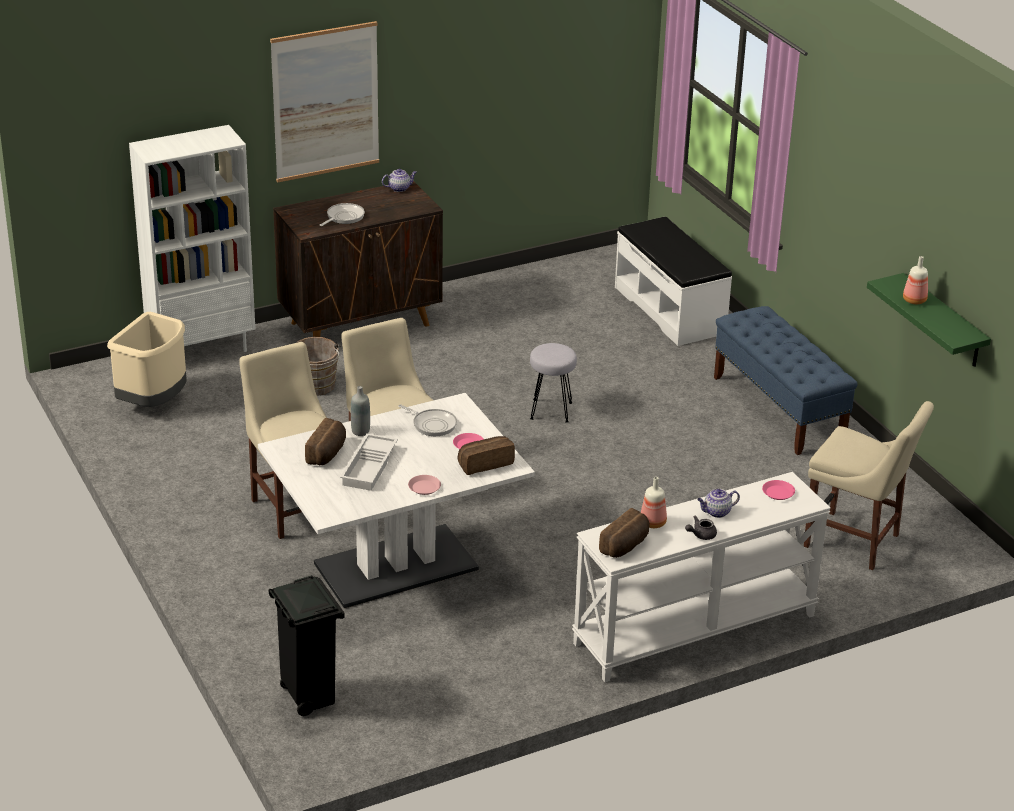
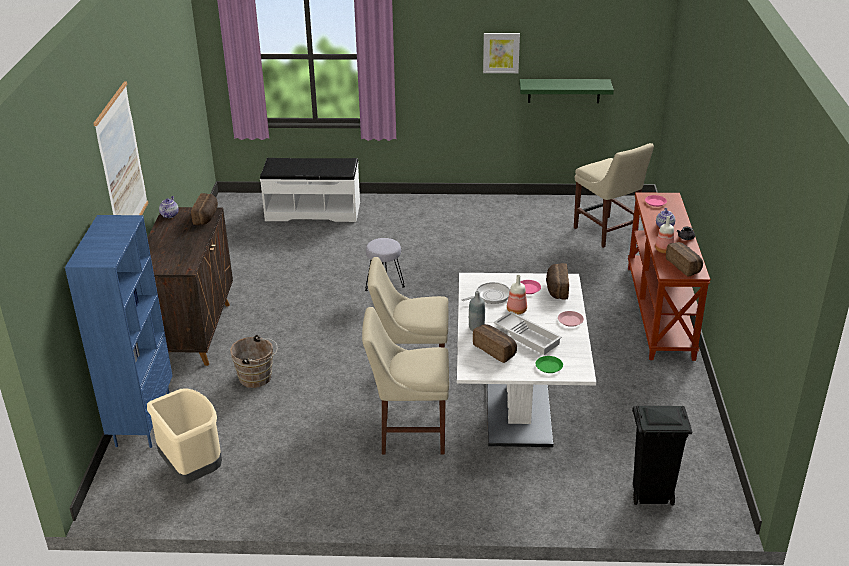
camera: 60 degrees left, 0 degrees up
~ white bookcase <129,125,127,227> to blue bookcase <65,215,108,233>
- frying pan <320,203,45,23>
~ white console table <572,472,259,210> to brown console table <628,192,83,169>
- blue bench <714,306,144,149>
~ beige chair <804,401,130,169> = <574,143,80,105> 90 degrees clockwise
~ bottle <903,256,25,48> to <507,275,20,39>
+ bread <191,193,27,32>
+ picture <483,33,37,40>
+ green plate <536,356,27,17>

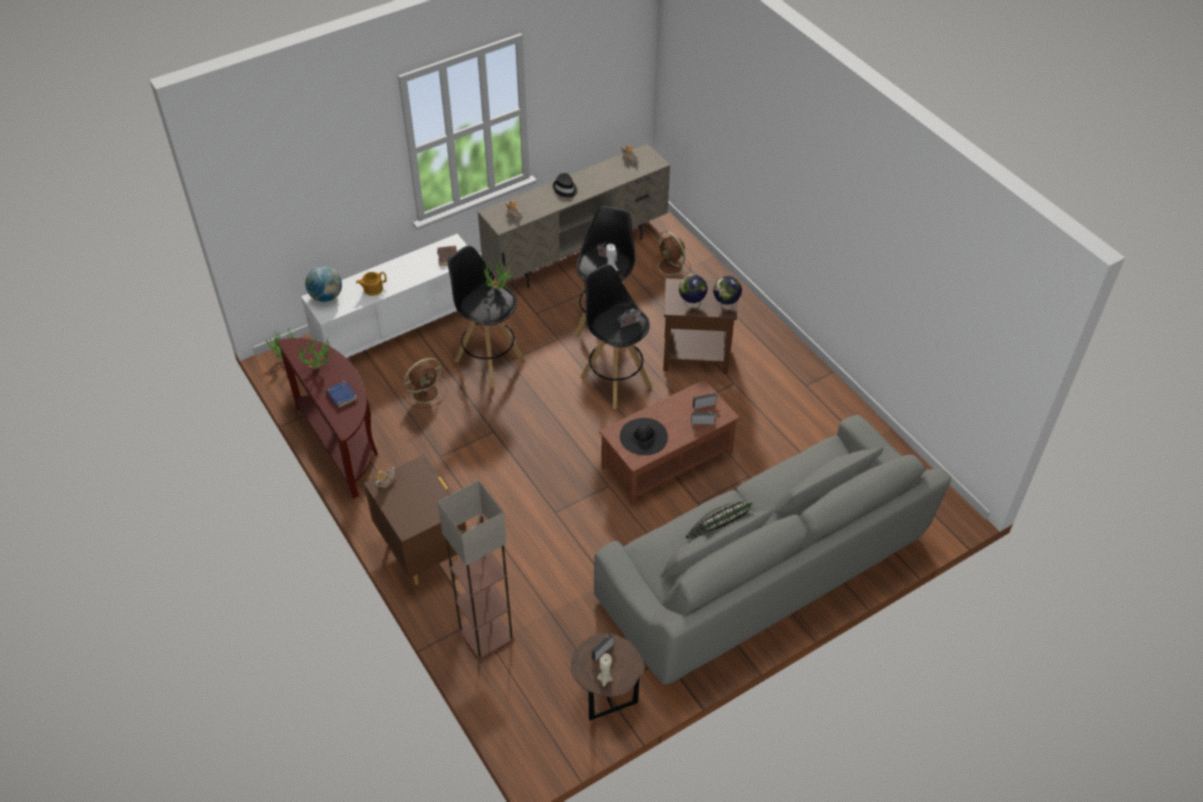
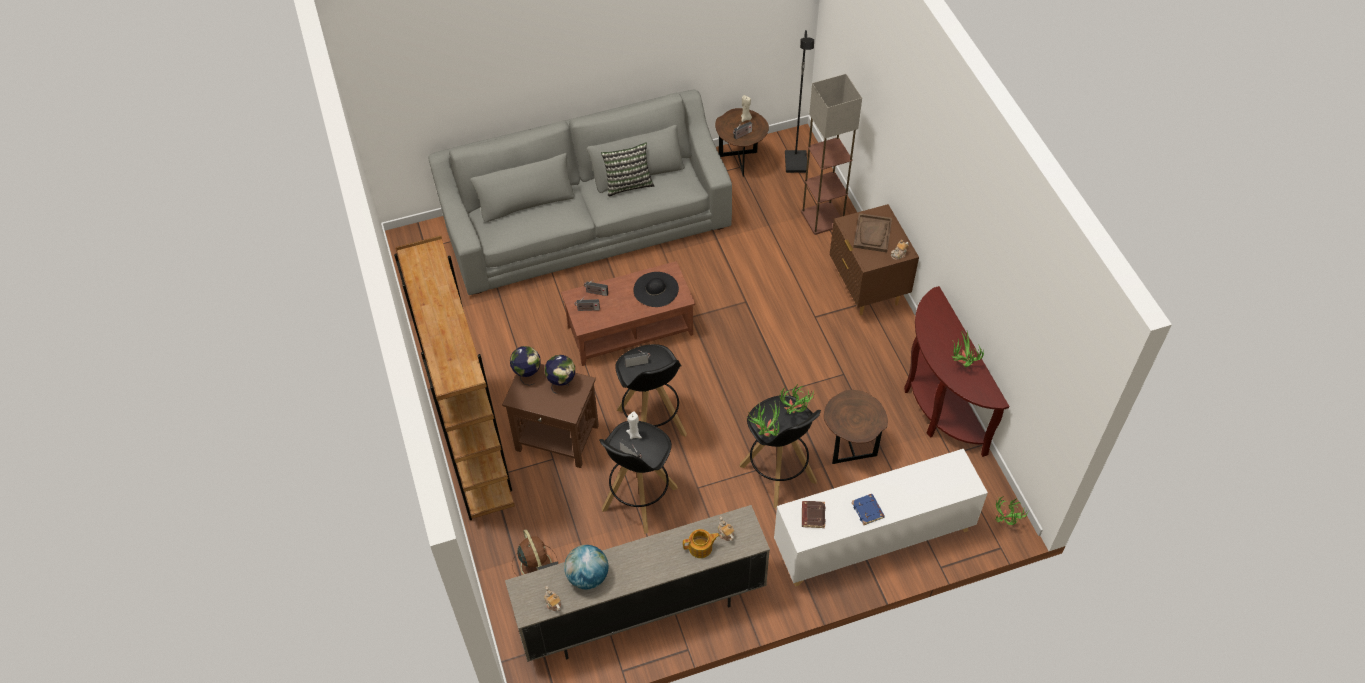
camera: 165 degrees left, 5 degrees up
~ globe <305,266,37,36> to <564,545,44,44>
~ blue book <326,381,31,27> to <852,494,33,31>
~ teapot <356,272,31,24> to <683,529,37,29>
~ brown fan <403,358,44,50> to brown side table <824,390,64,74>
- black hat <553,173,25,24>
+ brown bookcase <394,236,121,284>
+ potted plant <780,384,34,30>
+ black floor lamp <785,30,29,143>
+ brown tray <853,213,39,39>

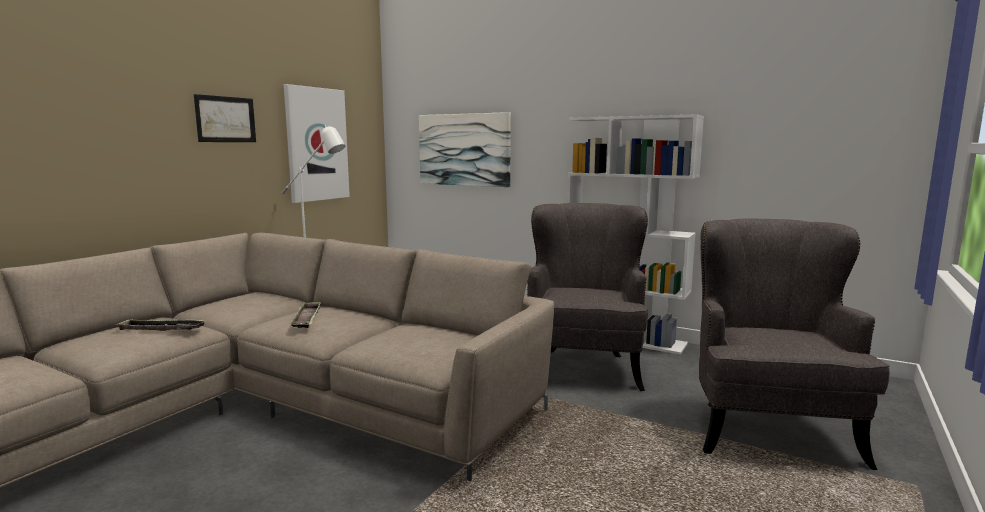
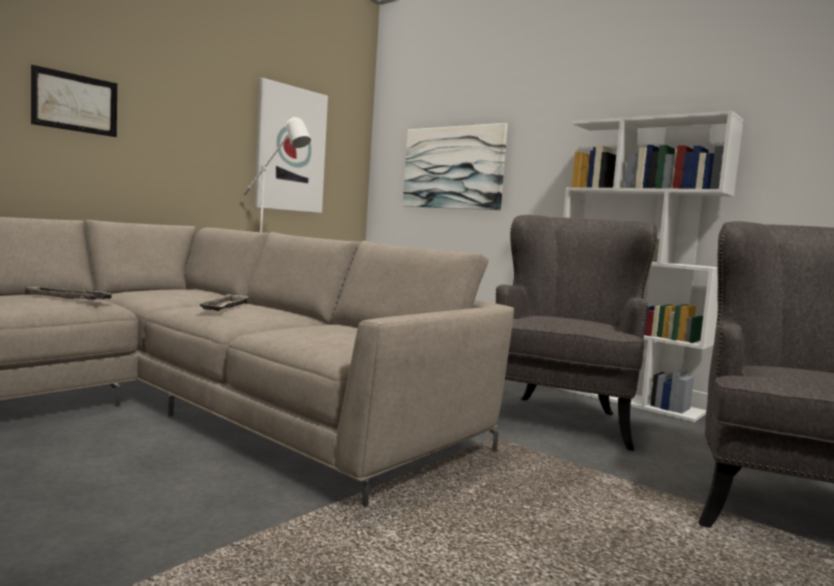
camera: 10 degrees right, 5 degrees down
~ picture <194,94,62,48> to <31,65,86,72>

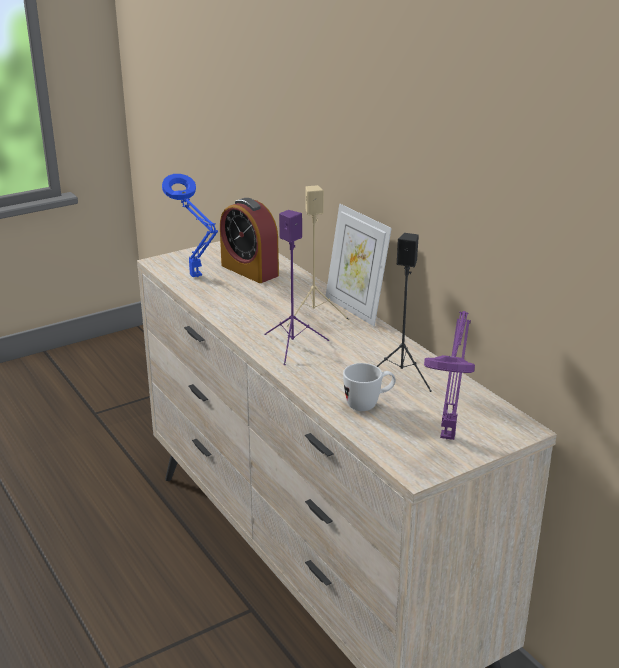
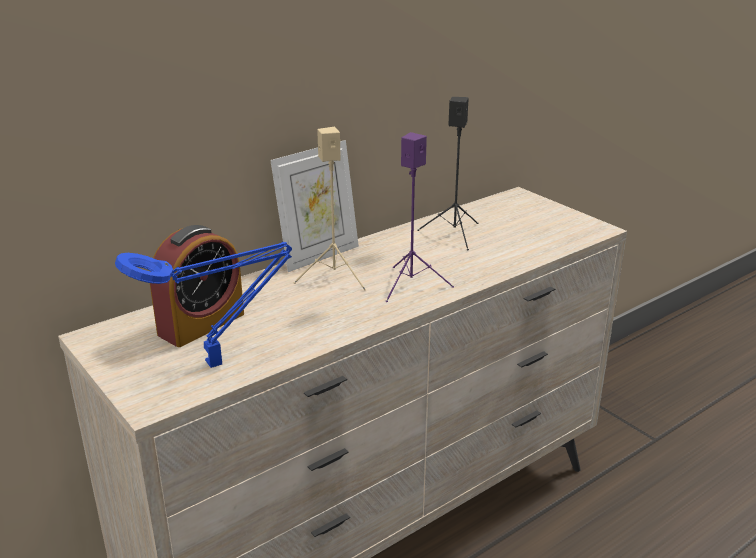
camera: 95 degrees left, 0 degrees up
- white mug <343,363,53,48>
- purple table lamp <424,311,51,129>

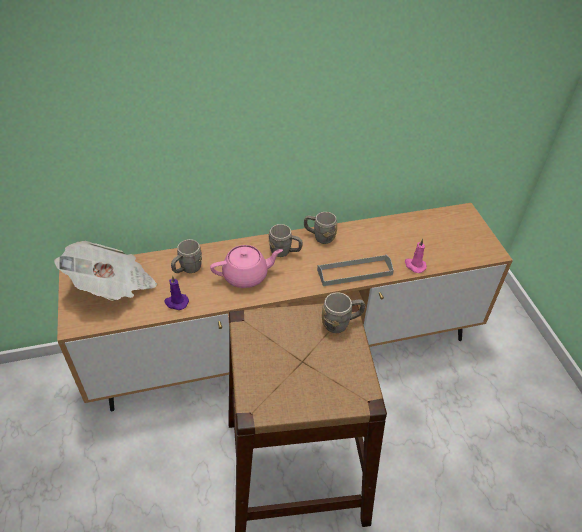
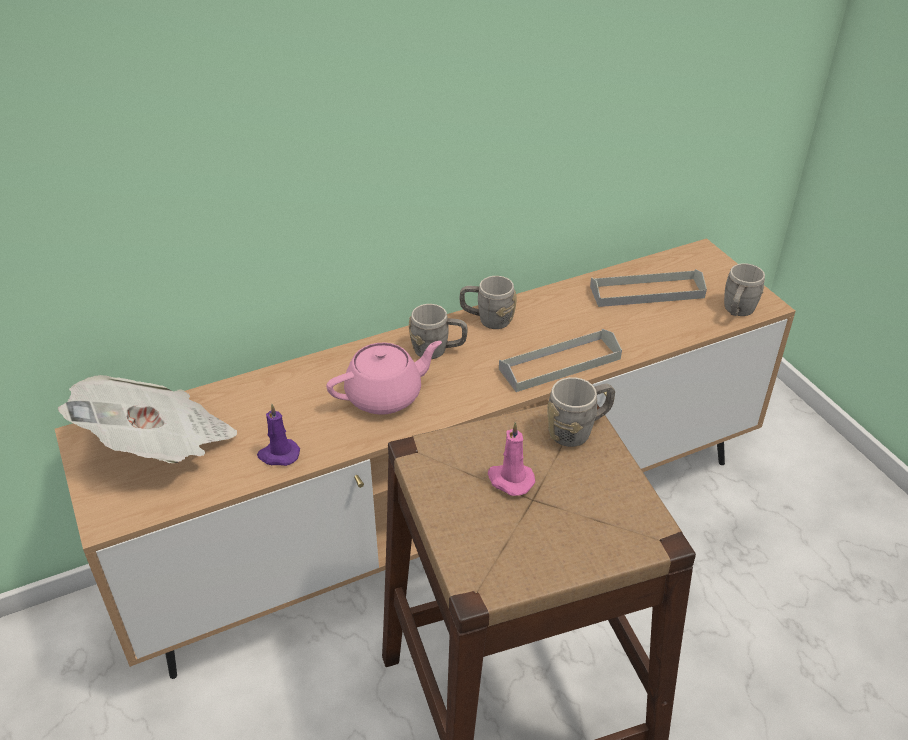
camera: 10 degrees left, 5 degrees down
~ grey mug <171,239,31,34> to <724,263,41,53>
~ pink candle <405,239,22,34> to <488,422,47,74>
+ grey tray <590,269,117,38>

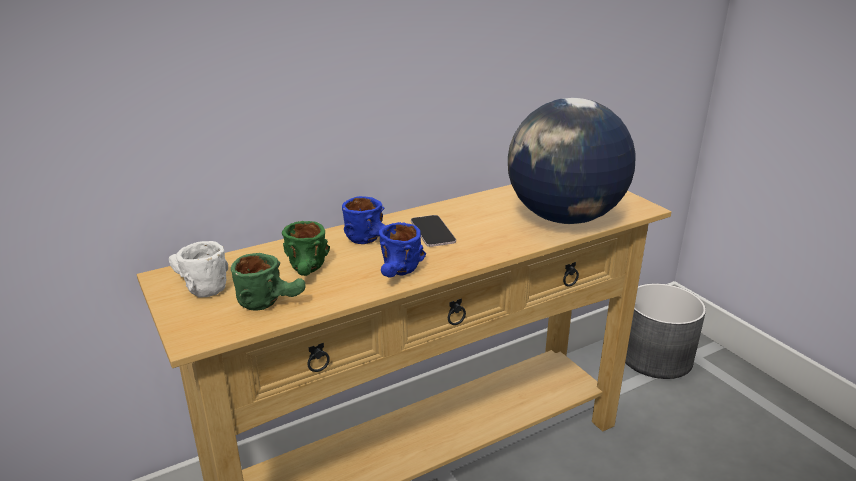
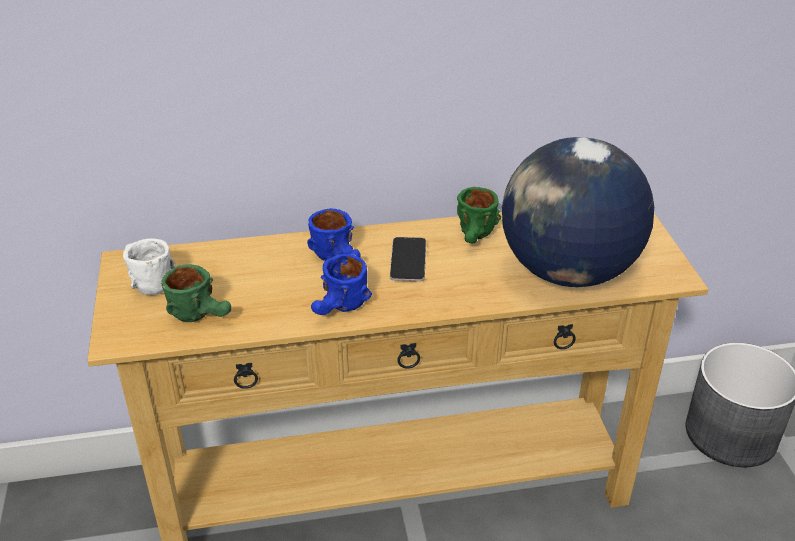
camera: 20 degrees right, 10 degrees up
~ green mug <282,221,48,55> to <457,187,44,57>

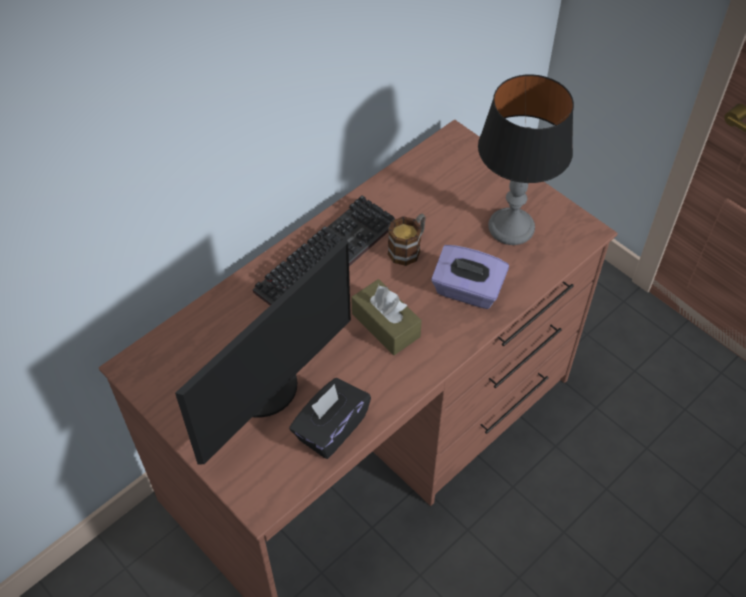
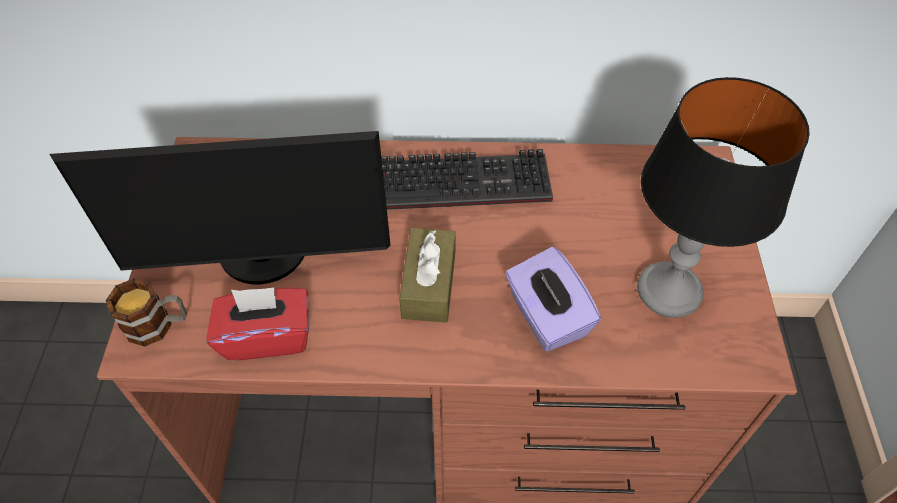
camera: 45 degrees right, 0 degrees up
~ black tissue box <289,378,82,81> to red tissue box <206,287,103,74>
~ mug <388,214,38,52> to <106,278,81,69>

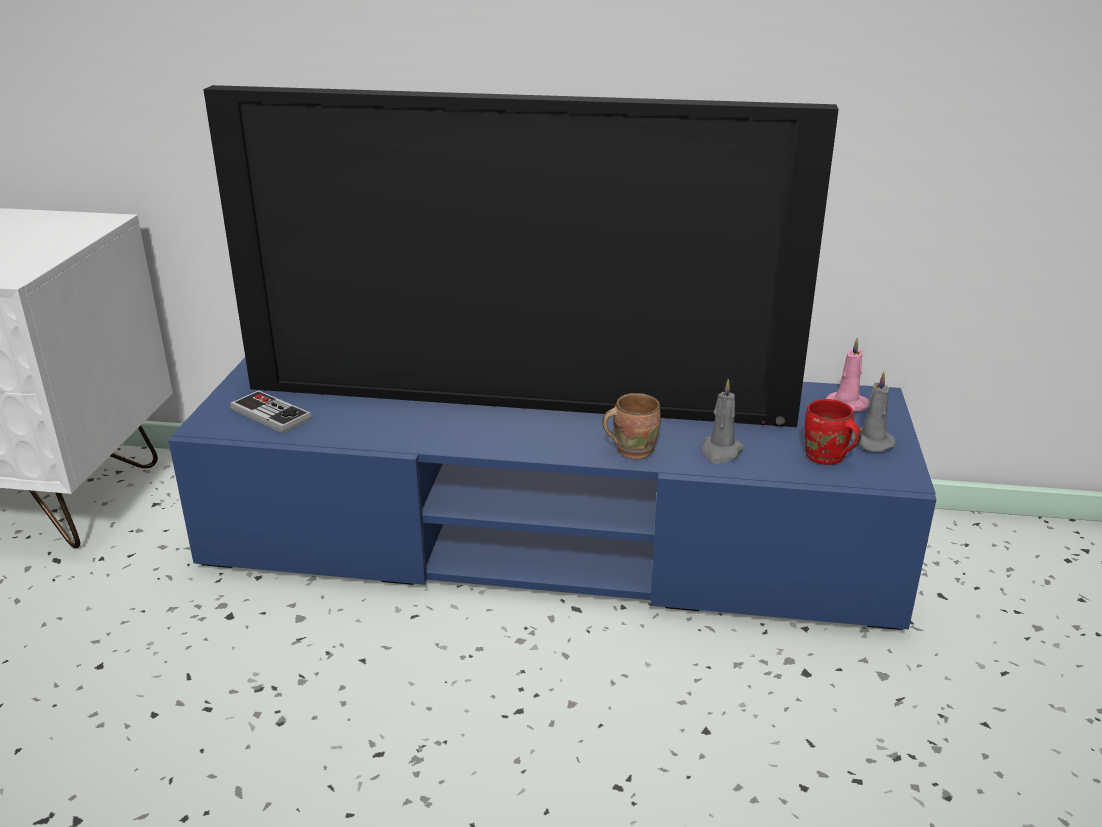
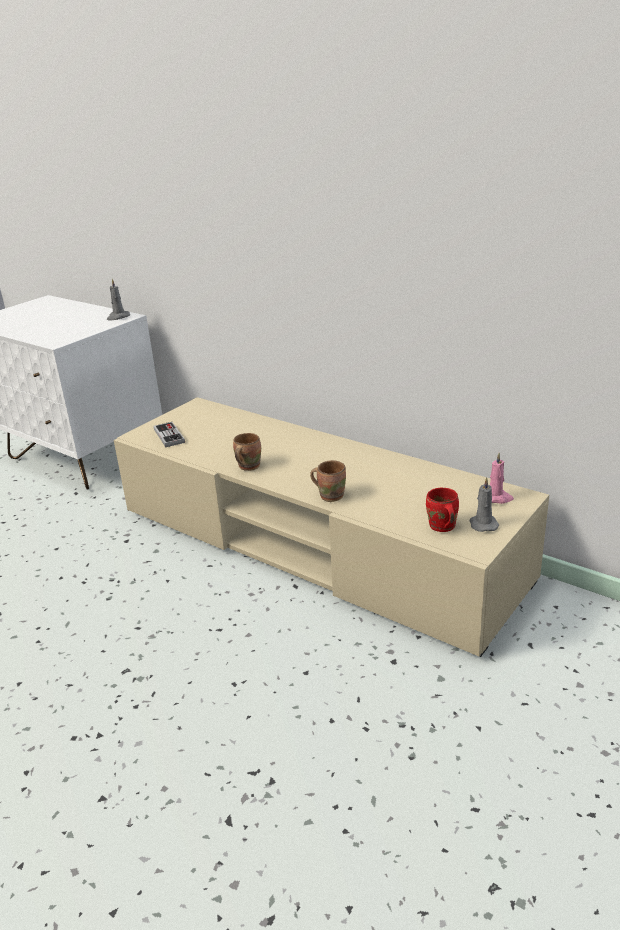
camera: 30 degrees right, 0 degrees up
~ blue tv stand <168,358,768,272> to beige tv stand <114,397,435,260>
- television <203,85,636,342>
~ grey candle <701,379,44,85> to <107,279,23,42>
+ brown mug <233,433,28,38>

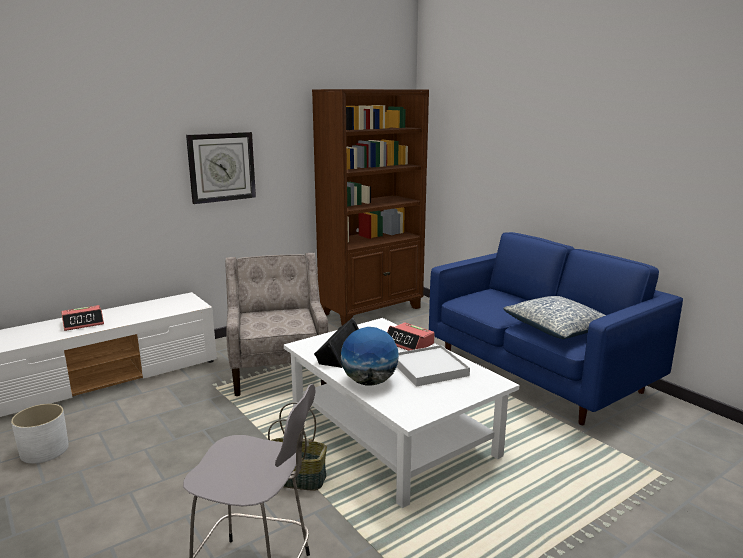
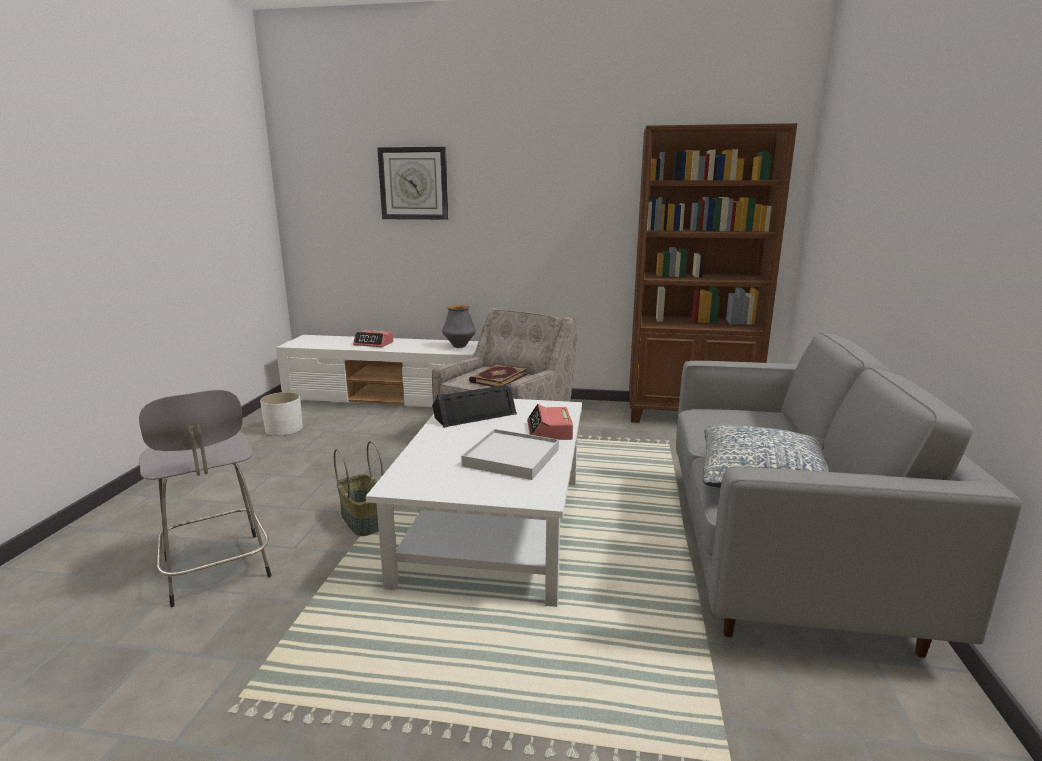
camera: 45 degrees right, 0 degrees up
~ wall clock <186,132,70,72> to <377,147,71,73>
- globe <341,327,58,59>
~ blue sofa <429,232,254,193> to grey sofa <676,333,347,325>
+ vase <442,305,34,43>
+ book <469,364,58,23>

